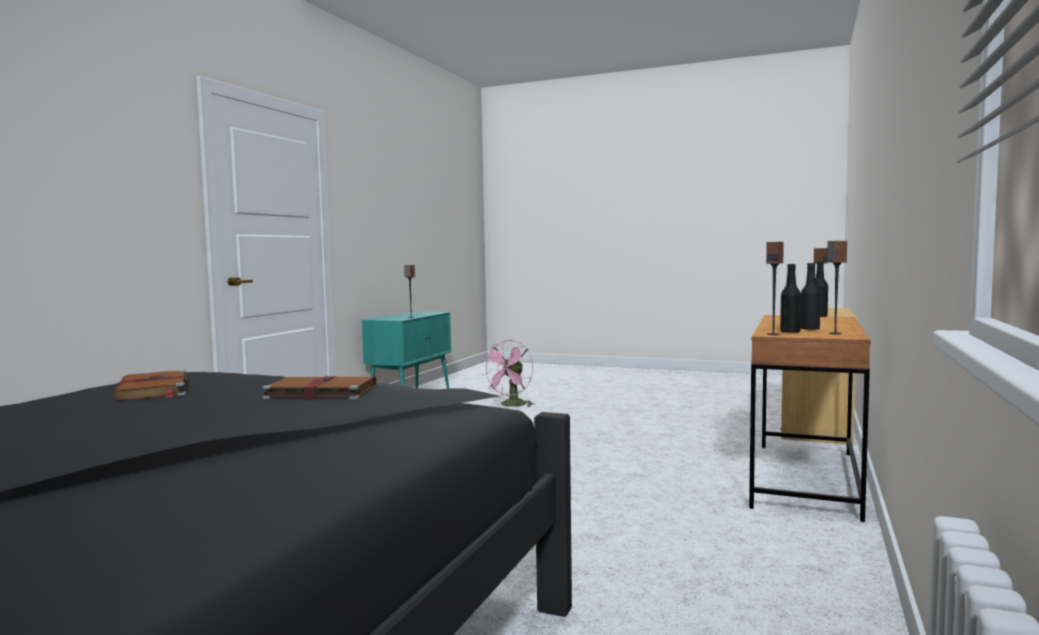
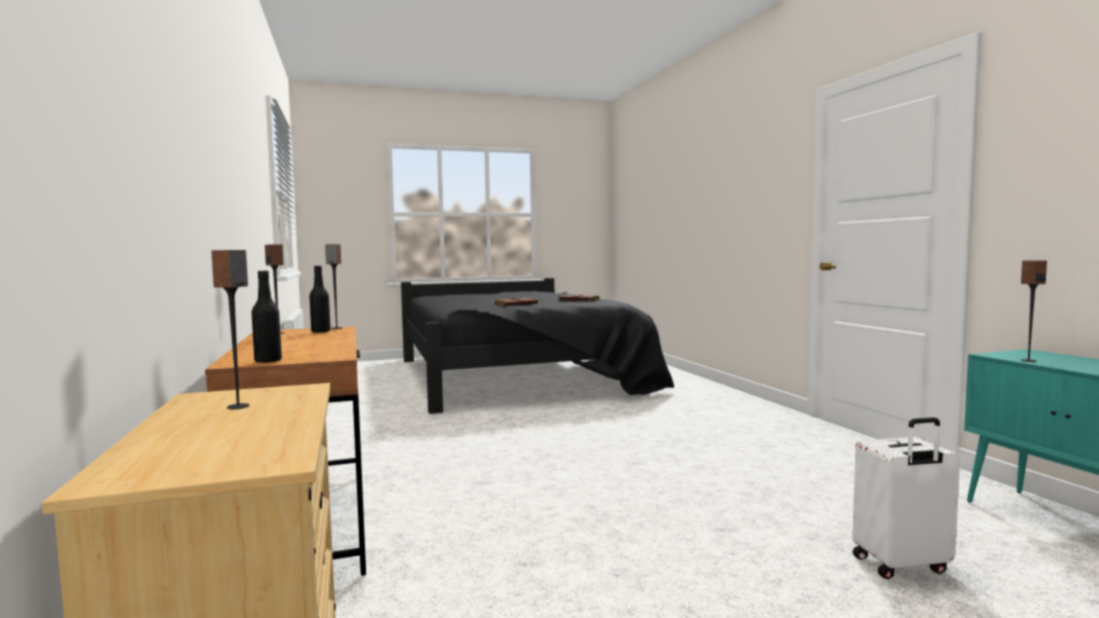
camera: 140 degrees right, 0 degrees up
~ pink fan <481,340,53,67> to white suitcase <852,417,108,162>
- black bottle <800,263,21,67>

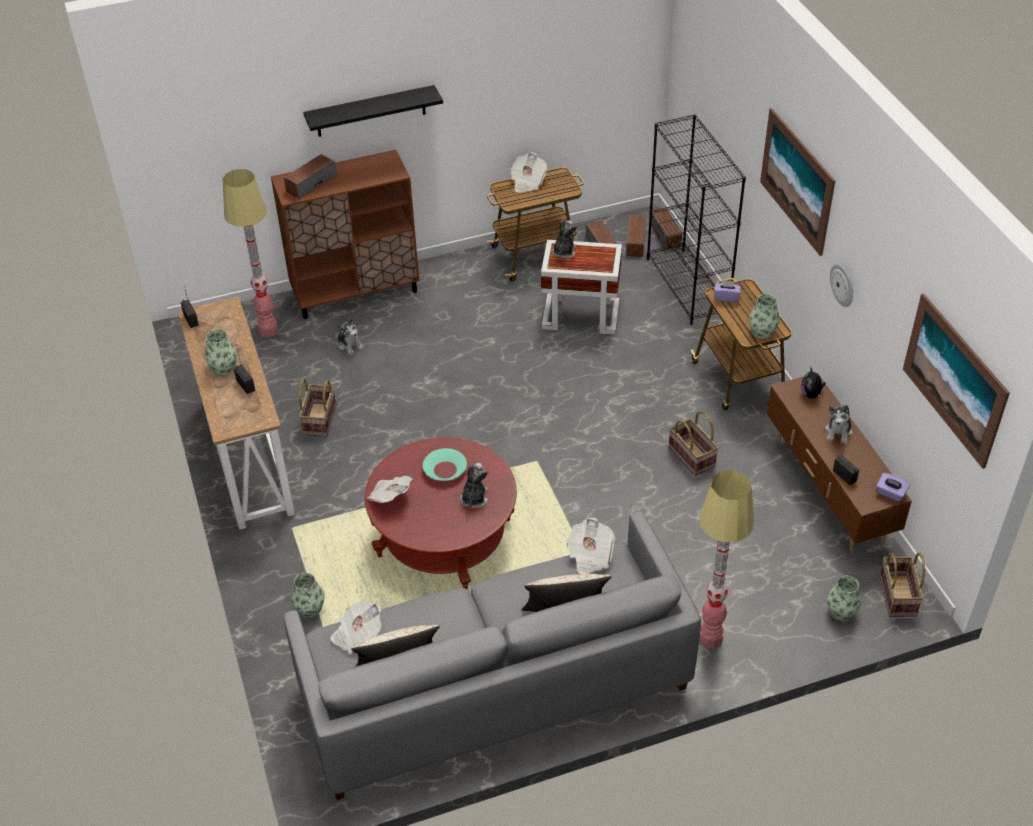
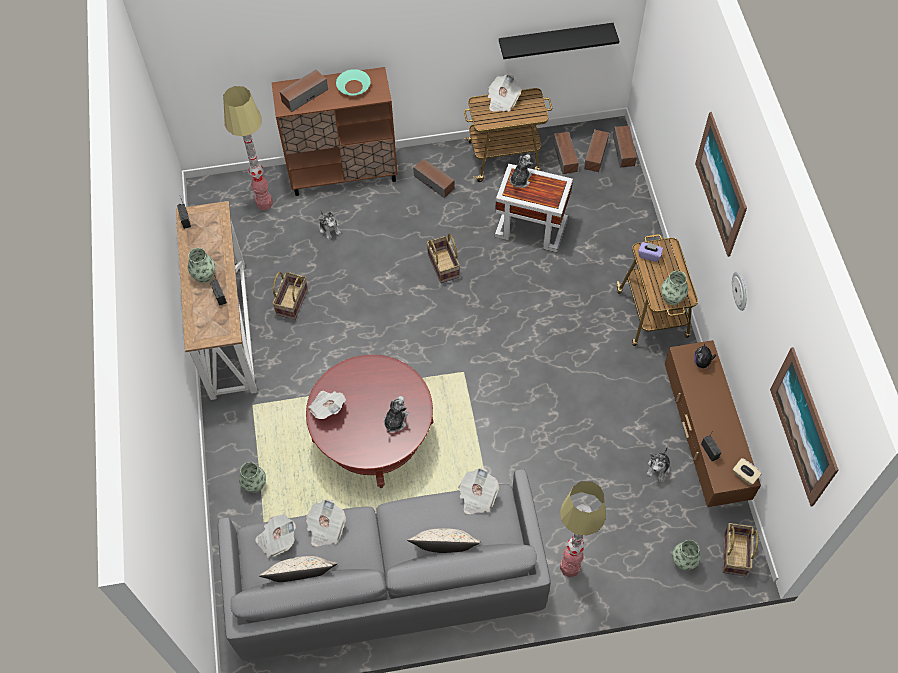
camera: 10 degrees right, 15 degrees up
~ black shelf <303,85,140,52> to <499,23,120,36>
~ turquoise bowl <423,448,44,33> to <336,69,34,27>
- black bookcase <647,114,99,211>
~ basket <669,411,50,65> to <427,234,33,49>
~ plush toy <825,405,28,39> to <647,448,23,33>
~ purple tissue box <876,473,34,29> to beige tissue box <733,458,29,27>
+ newspaper <306,499,40,48>
+ speaker <413,159,42,39>

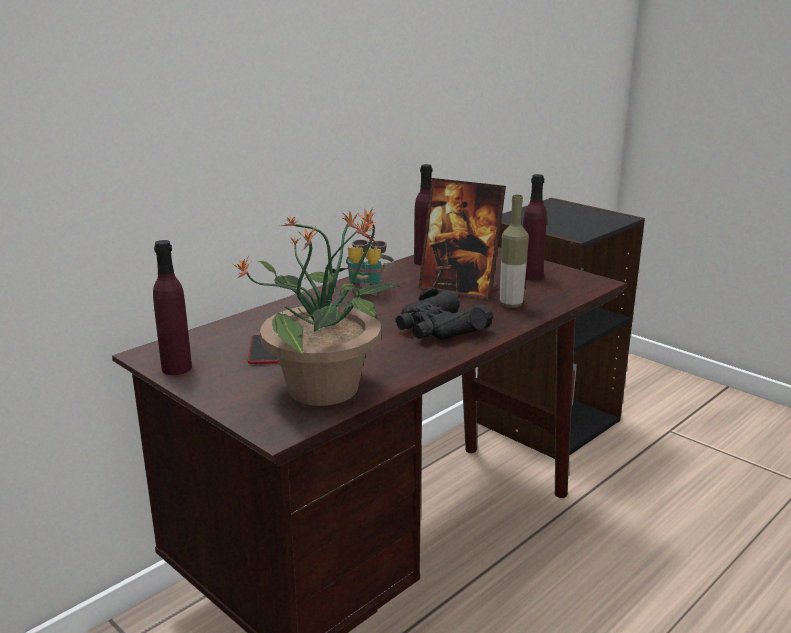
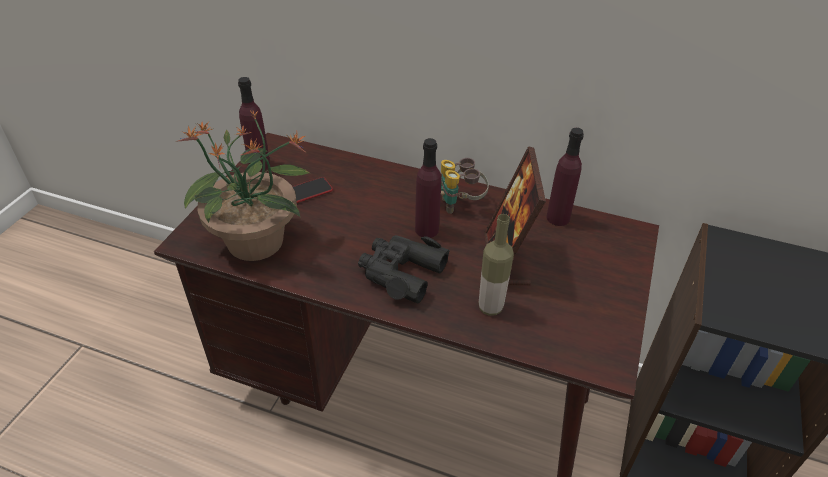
camera: 65 degrees right, 20 degrees up
~ purple bottle <523,174,24,106> to <415,138,26,100>

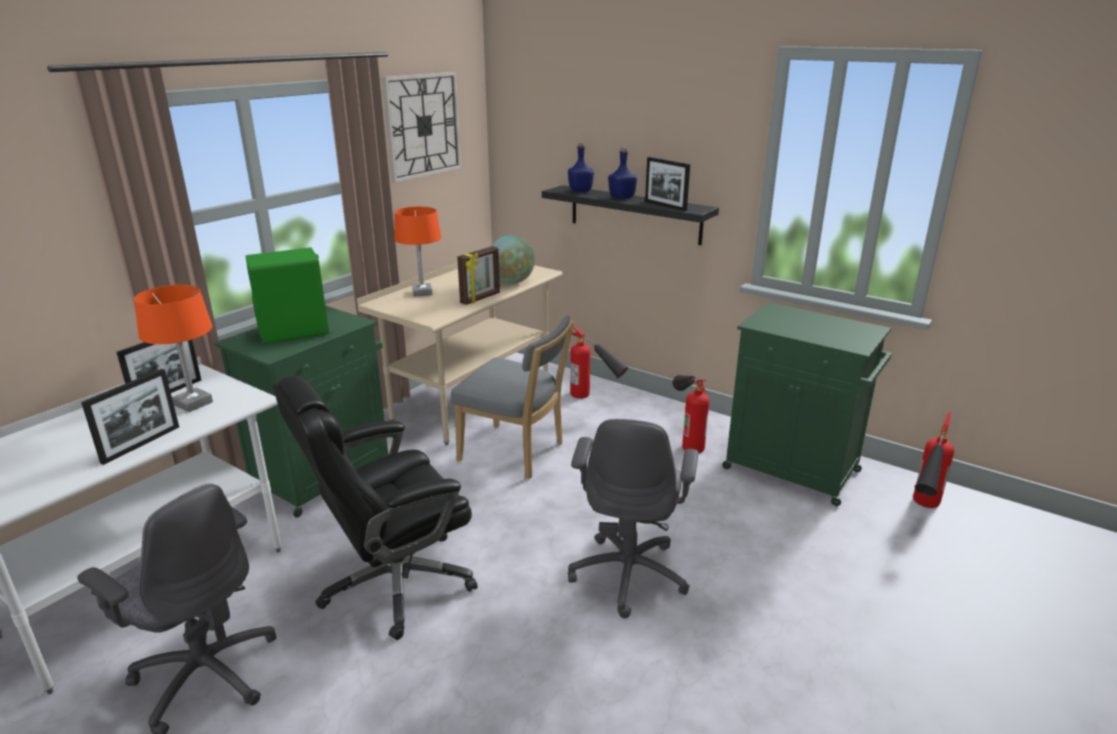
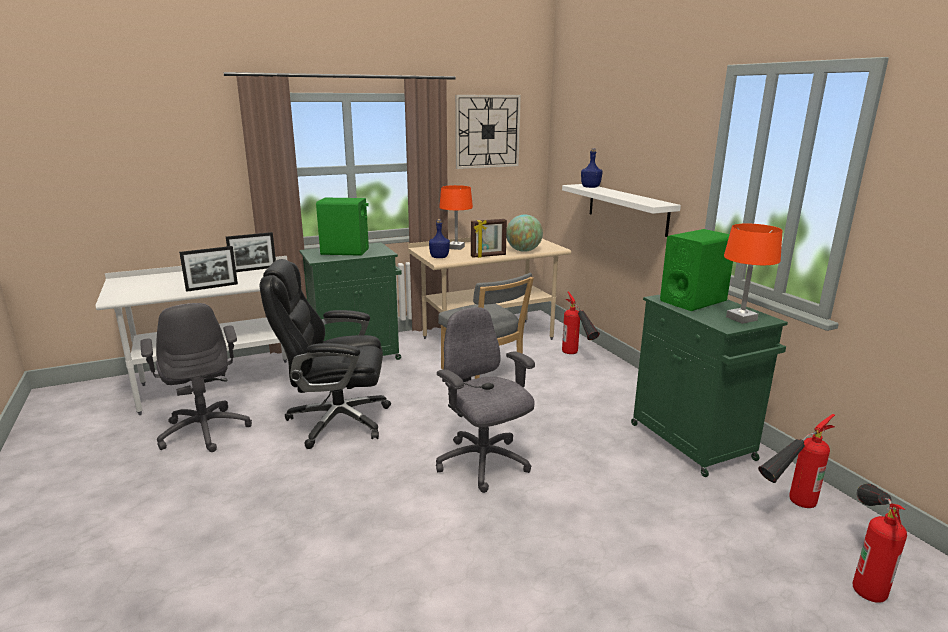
camera: 30 degrees right, 5 degrees down
~ orange table lamp <134,285,79,127> to <724,224,58,100>
~ black shelf <542,185,177,60> to white shelf <562,184,119,53>
~ grey office chair <568,419,130,199> = <436,307,99,186> 105 degrees clockwise
~ blue bottle <608,147,29,52> to <429,219,21,39>
- picture frame <645,157,45,54>
~ fire extinguisher <673,375,36,79> to <853,484,54,119>
+ green speaker <660,229,73,82>

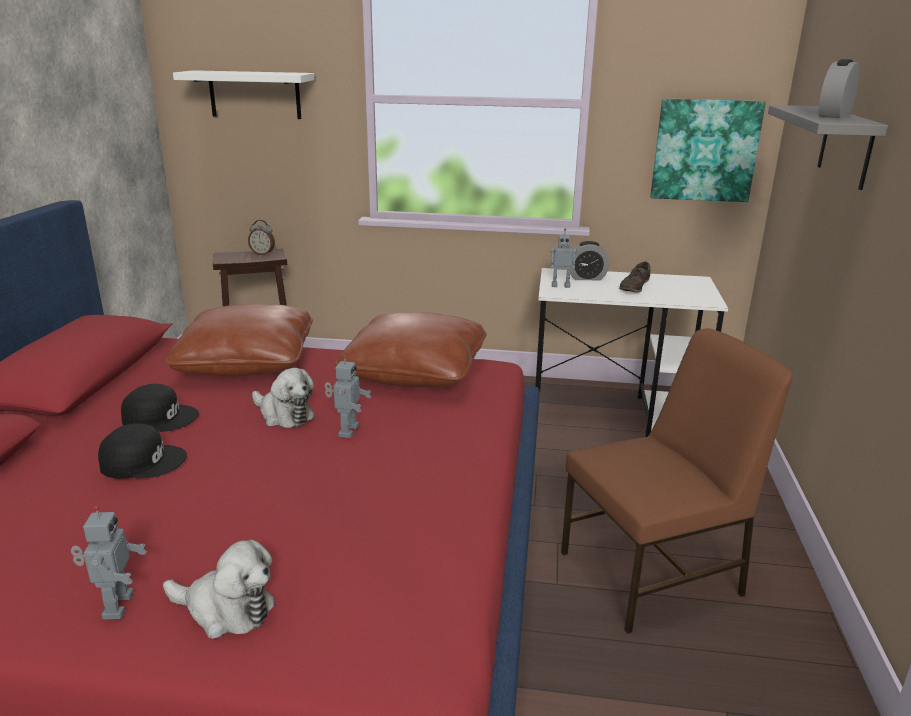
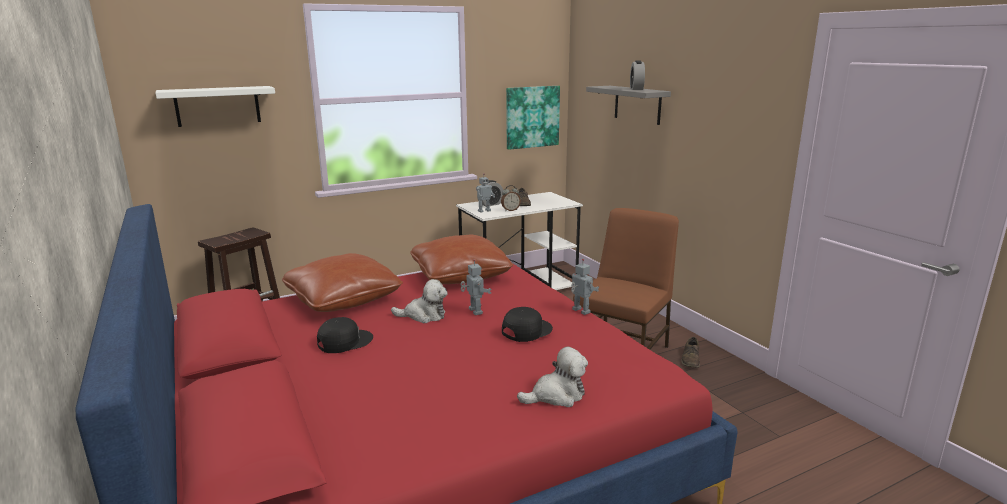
camera: 35 degrees left, 5 degrees down
~ toy robot <71,505,76,115> to <571,259,28,56>
~ black cap <98,423,89,56> to <502,307,51,35>
~ alarm clock <248,220,27,35> to <501,185,20,26>
+ brown shoe <681,337,19,31>

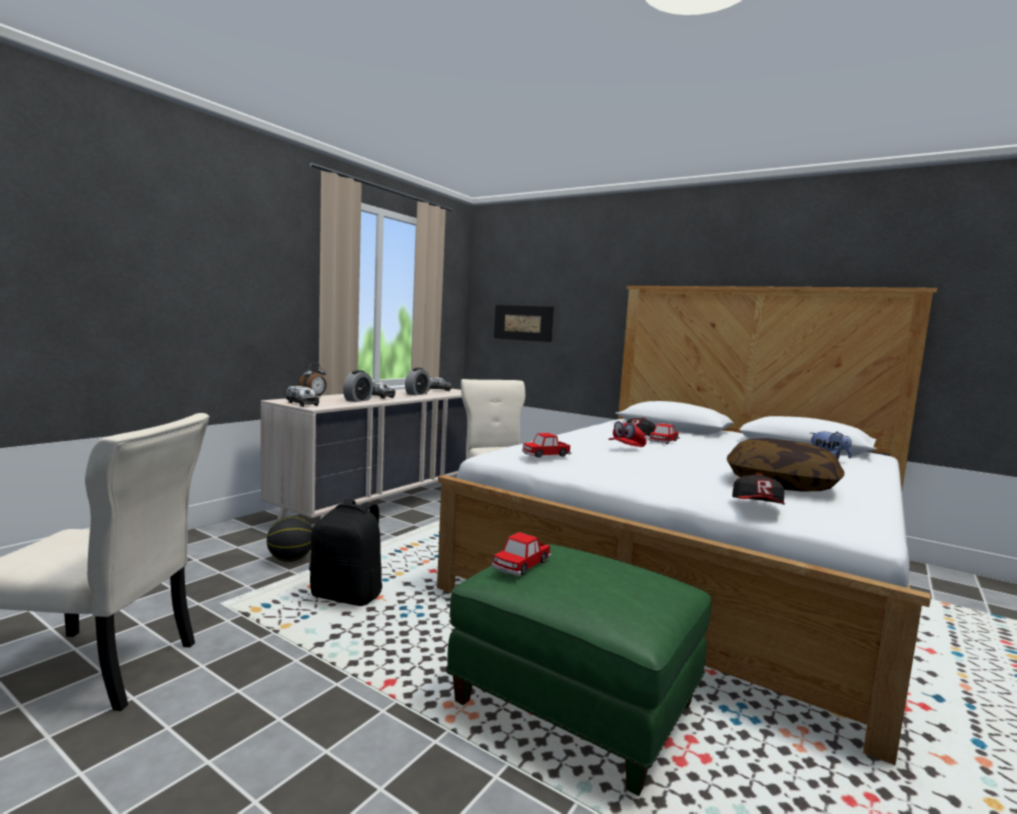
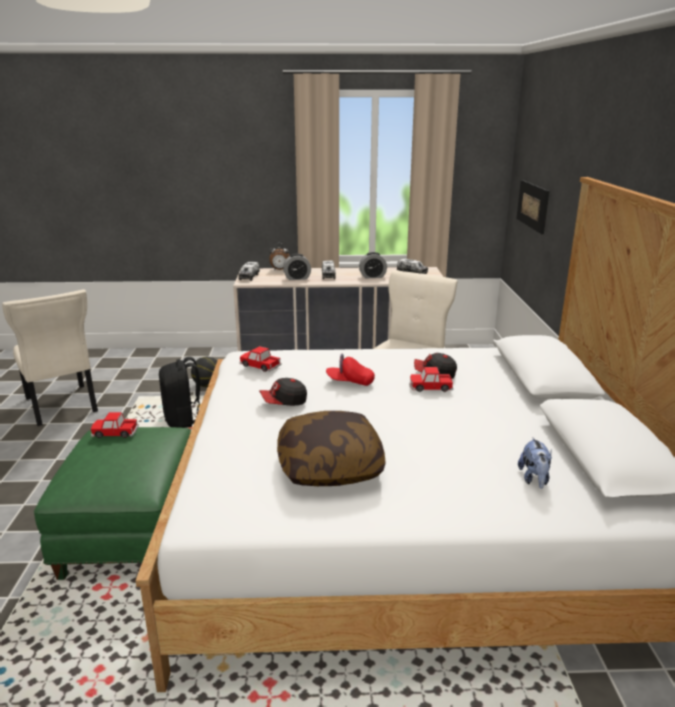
camera: 55 degrees right, 15 degrees up
~ cap <732,473,53,32> to <259,378,48,28>

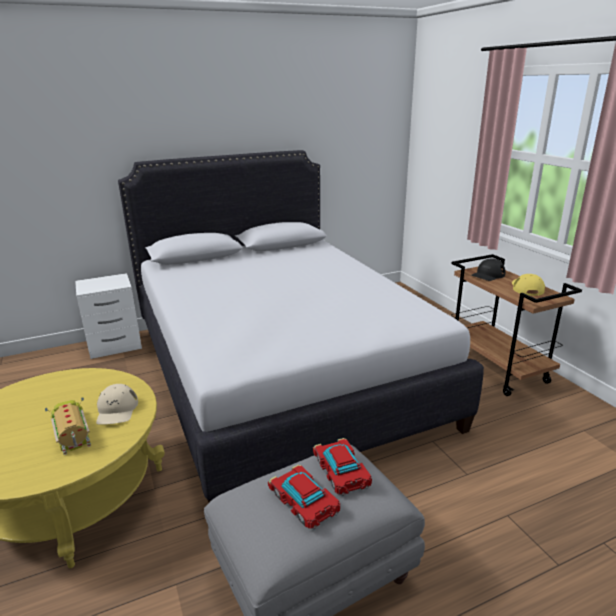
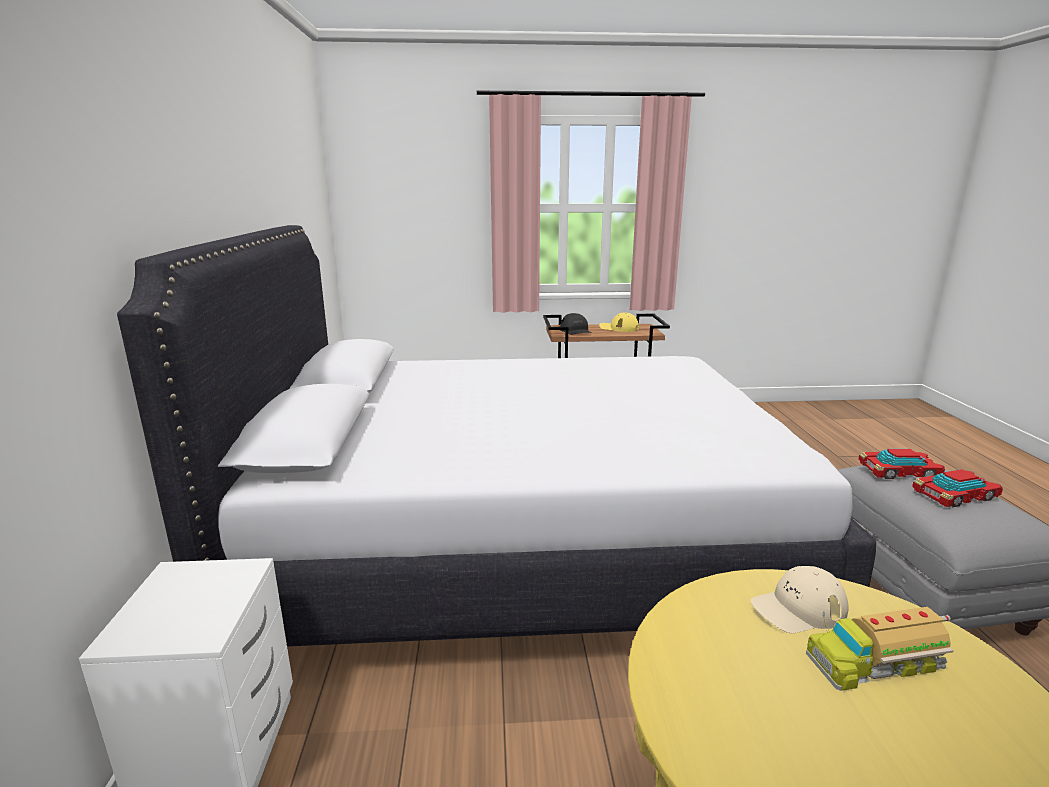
camera: 70 degrees left, 5 degrees down
~ beige cap <96,384,42,41> = <751,566,97,67> 150 degrees clockwise

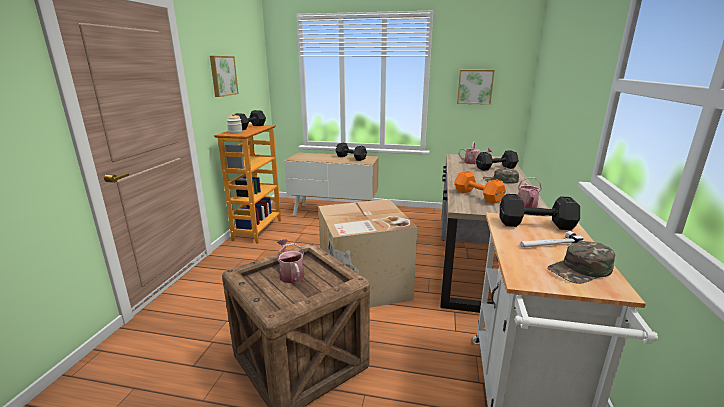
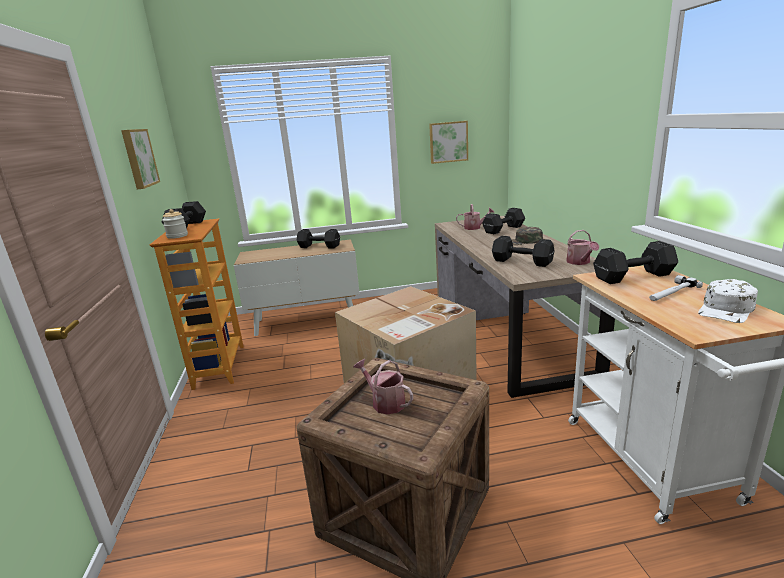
camera: 20 degrees left, 0 degrees up
~ orange dumbbell <454,171,52,33> to black dumbbell <492,236,62,31>
~ green cap <547,241,68,43> to white cap <698,279,60,44>

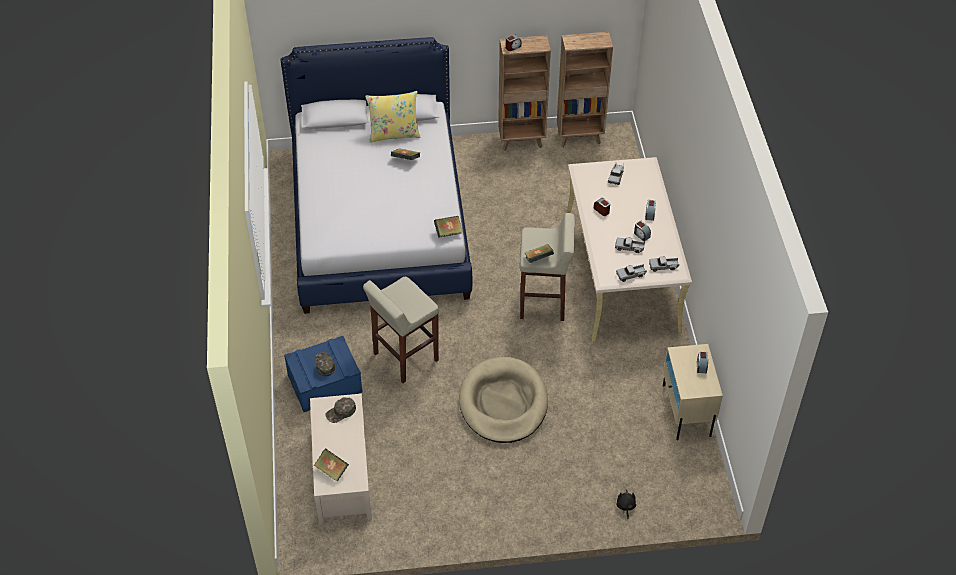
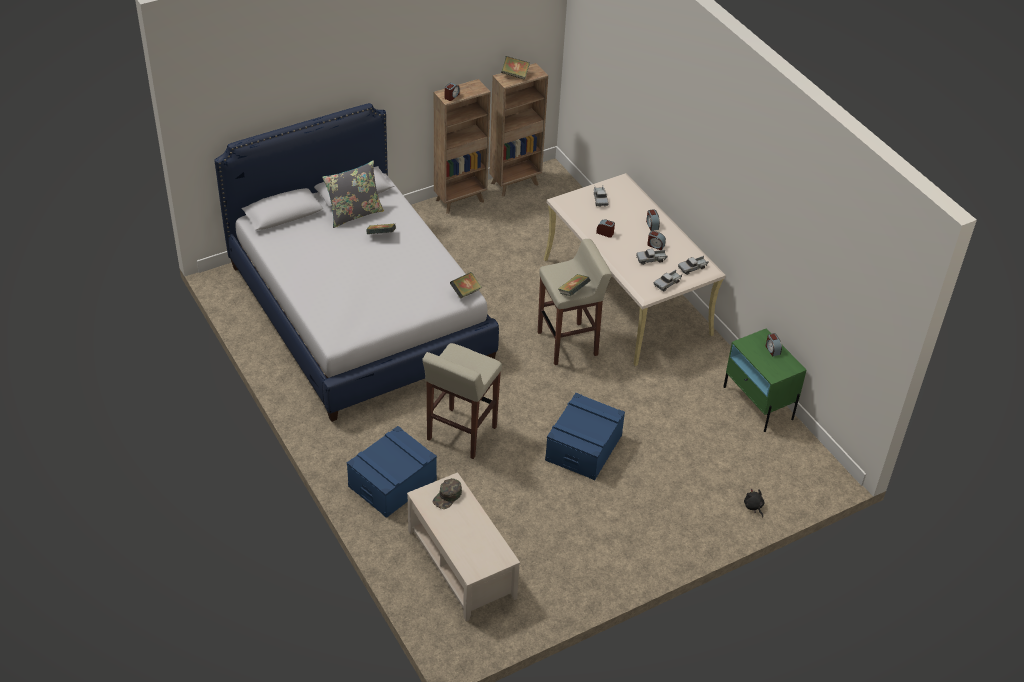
camera: 25 degrees left, 5 degrees down
- green cap <314,352,21,24>
~ book <314,448,35,33> to <501,56,29,24>
~ yellow pillow <365,91,56,52> to grey pillow <322,160,62,68>
~ beige dog bed <459,357,89,86> to blue storage box <545,393,80,87>
~ beige nightstand <663,344,60,96> to green nightstand <723,328,84,104>

